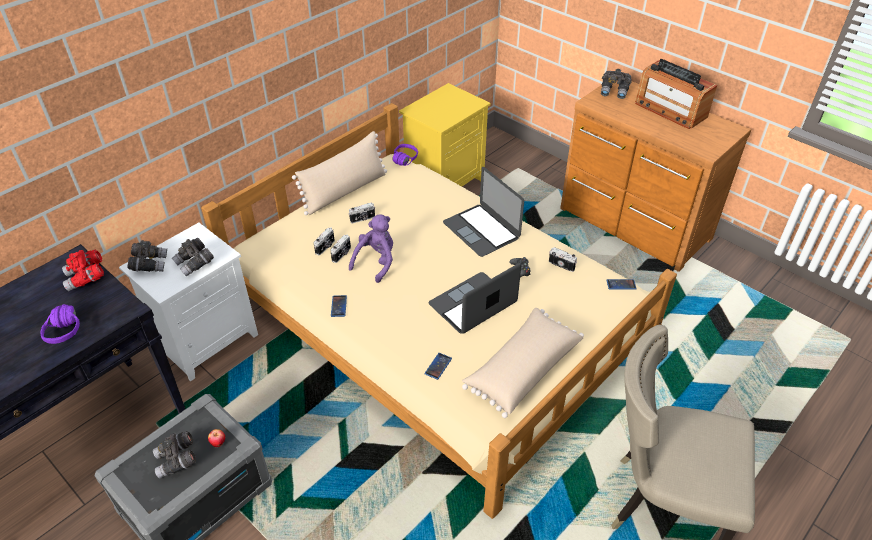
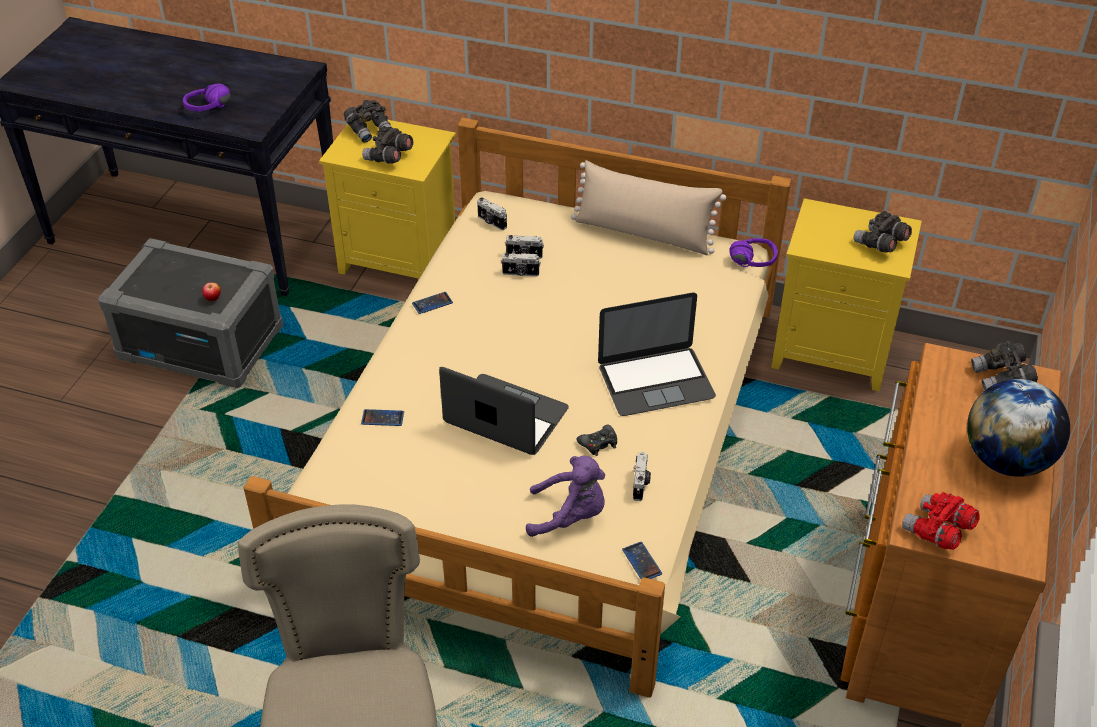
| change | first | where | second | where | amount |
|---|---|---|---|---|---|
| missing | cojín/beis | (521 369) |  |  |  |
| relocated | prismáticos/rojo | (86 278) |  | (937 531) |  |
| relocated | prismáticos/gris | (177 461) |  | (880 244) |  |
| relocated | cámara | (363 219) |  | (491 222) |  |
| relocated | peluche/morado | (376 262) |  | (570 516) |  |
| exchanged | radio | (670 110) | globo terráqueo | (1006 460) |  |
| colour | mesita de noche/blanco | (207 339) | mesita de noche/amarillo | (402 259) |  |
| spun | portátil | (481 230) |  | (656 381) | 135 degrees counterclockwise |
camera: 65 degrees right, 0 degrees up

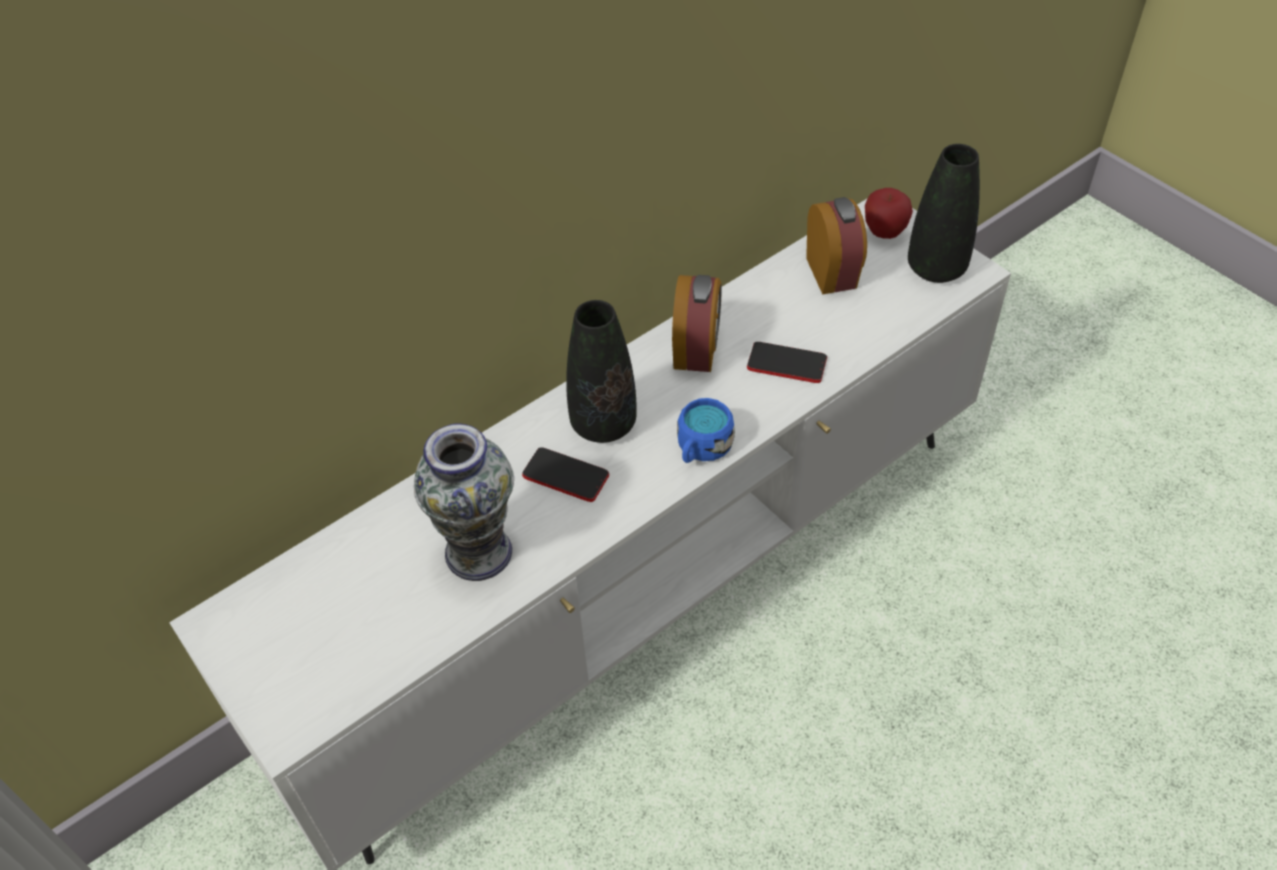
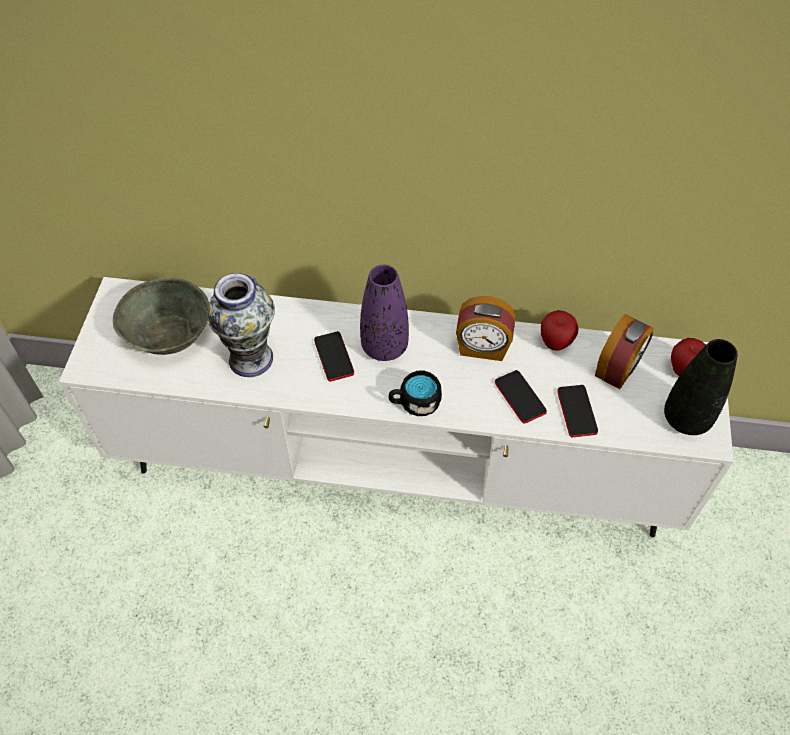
| change | first | where | second | where | amount |
|---|---|---|---|---|---|
| appeared |  |  | cuenco/gris | (168 336) |  |
| appeared |  |  | manzana | (555 343) |  |
| appeared |  |  | móvil | (577 411) |  |
| colour | florero/negro | (603 424) | florero/morado | (384 347) |  |
| colour | taza grande/azul | (701 449) | taza grande/negro | (414 402) |  |
| spun | despertador | (697 350) |  | (482 348) | 45 degrees clockwise |
camera: 45 degrees right, 5 degrees up

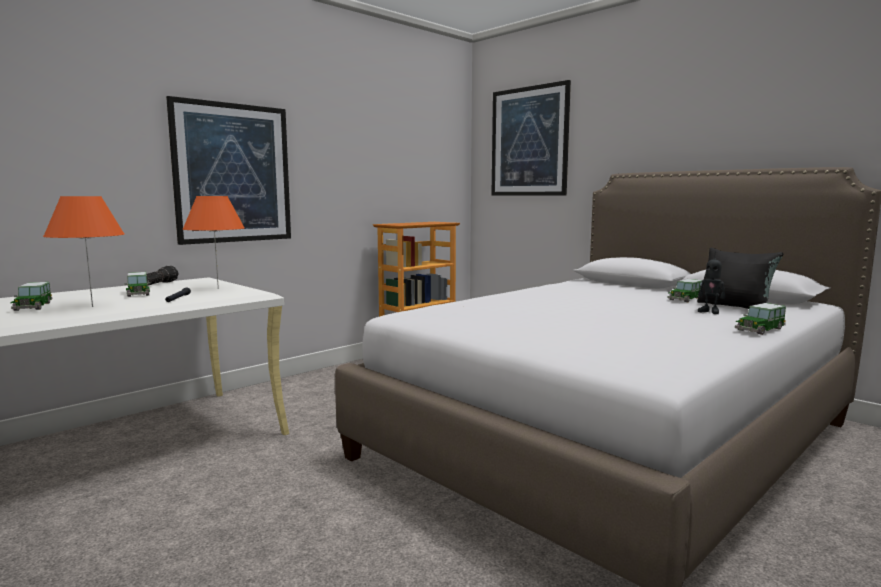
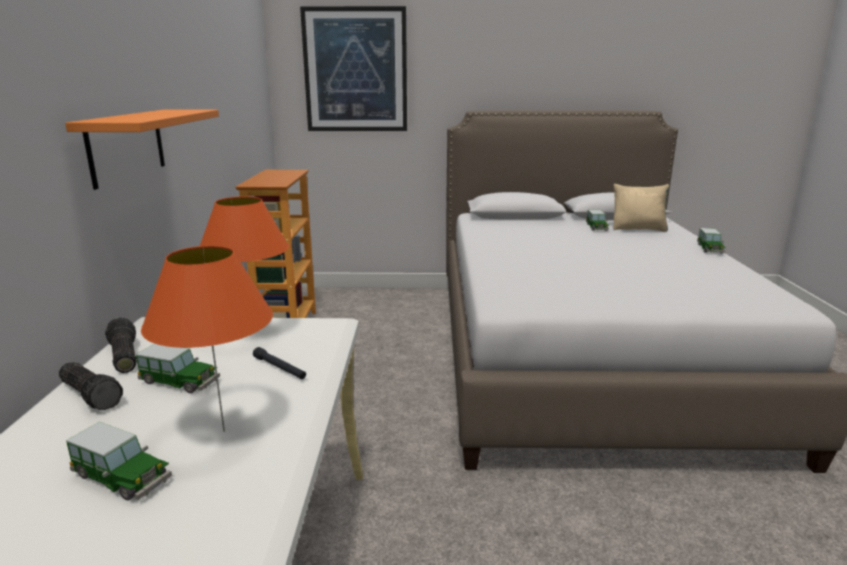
| change | first | where | second | where | amount |
|---|---|---|---|---|---|
| missing | robot de juguete | (710 312) |  |  |  |
| appeared |  |  | linterna | (92 395) |  |
| exchanged | cuadro | (233 173) | estante/naranja | (127 146) |  |
| colour | cojín/negro | (735 307) | cojín/beis | (638 229) |  |
camera: 45 degrees left, 10 degrees up

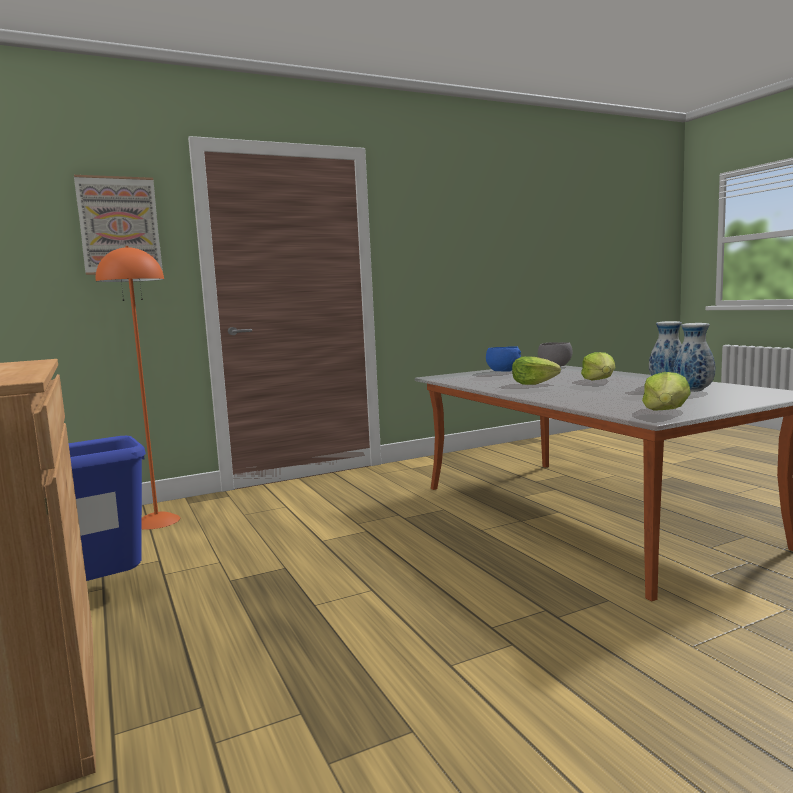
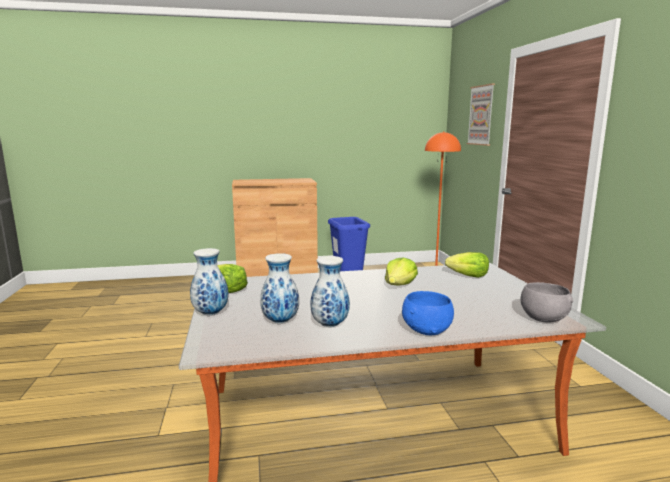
| change | first | where | second | where | amount |
|---|---|---|---|---|---|
| appeared |  |  | florero | (210 313) |  |
| relocated | cuenco/azul | (502 371) |  | (427 331) |  |
| relocated | lechuga | (599 380) |  | (468 276) |  |
camera: 105 degrees right, 5 degrees up

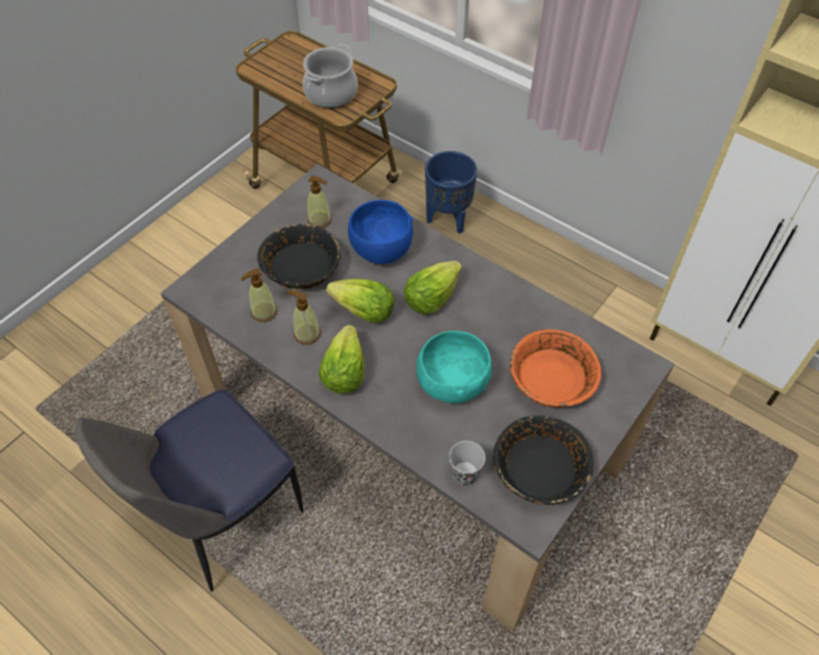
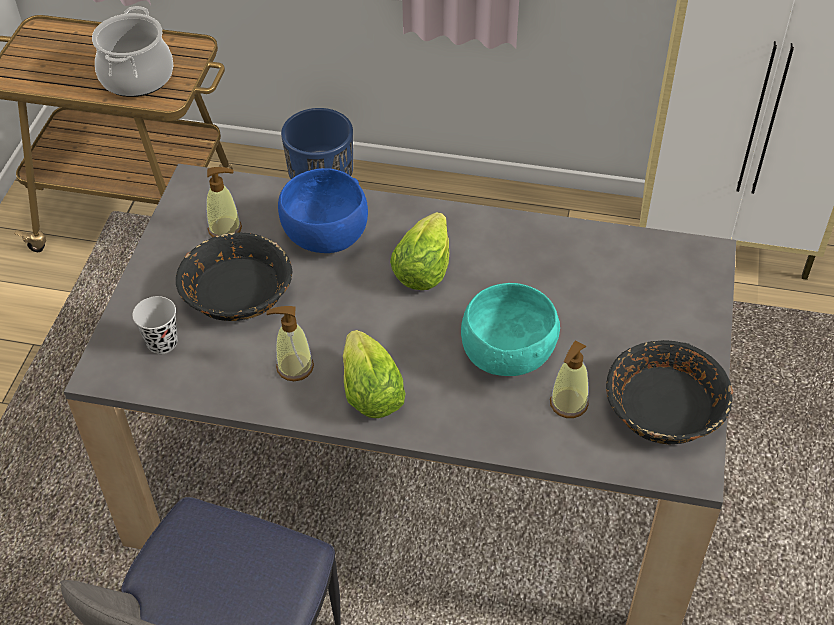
| change | first | where | second | where | amount |
|---|---|---|---|---|---|
| missing | lechuga | (364 312) |  |  |  |
| missing | cuenco/naranja | (551 379) |  |  |  |
| relocated | dispensador de jabón | (263 312) |  | (568 404) |  |
| relocated | taza/negro | (465 474) |  | (162 343) |  |
camera: 25 degrees left, 5 degrees down

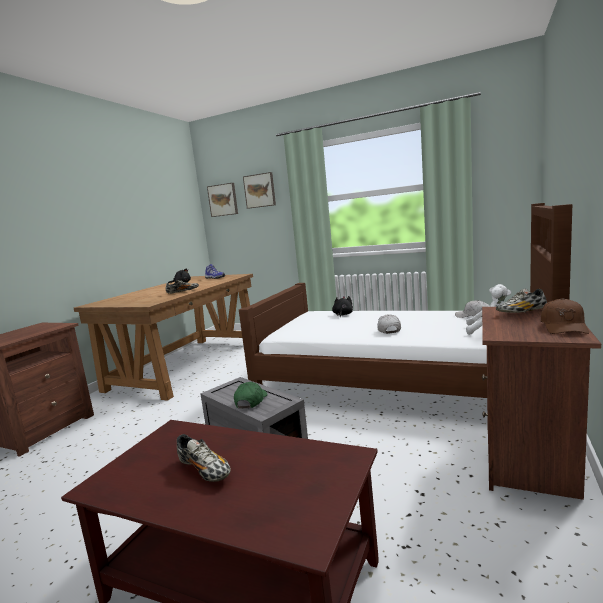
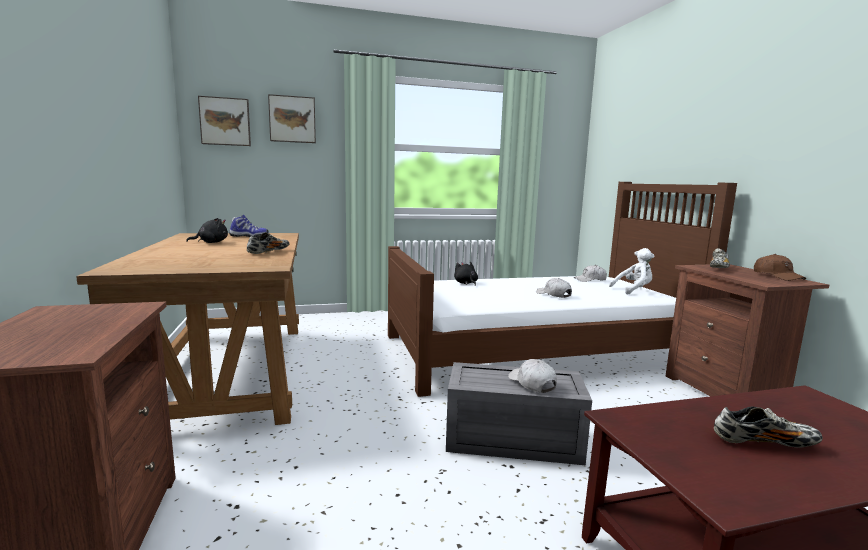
| change | first | where | second | where | amount |
|---|---|---|---|---|---|
| colour | gorra/verde | (251 401) | gorra/blanco | (532 383) |  |
camera: 40 degrees left, 0 degrees up

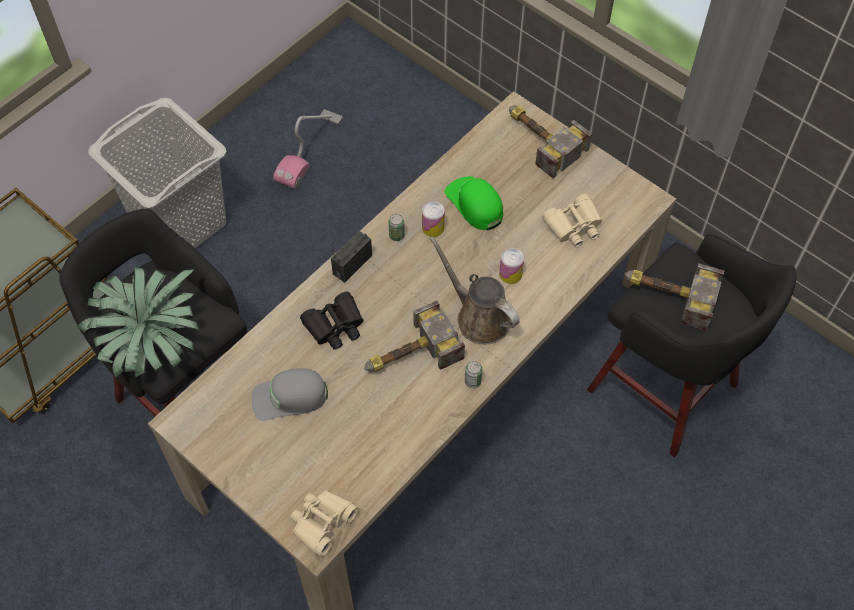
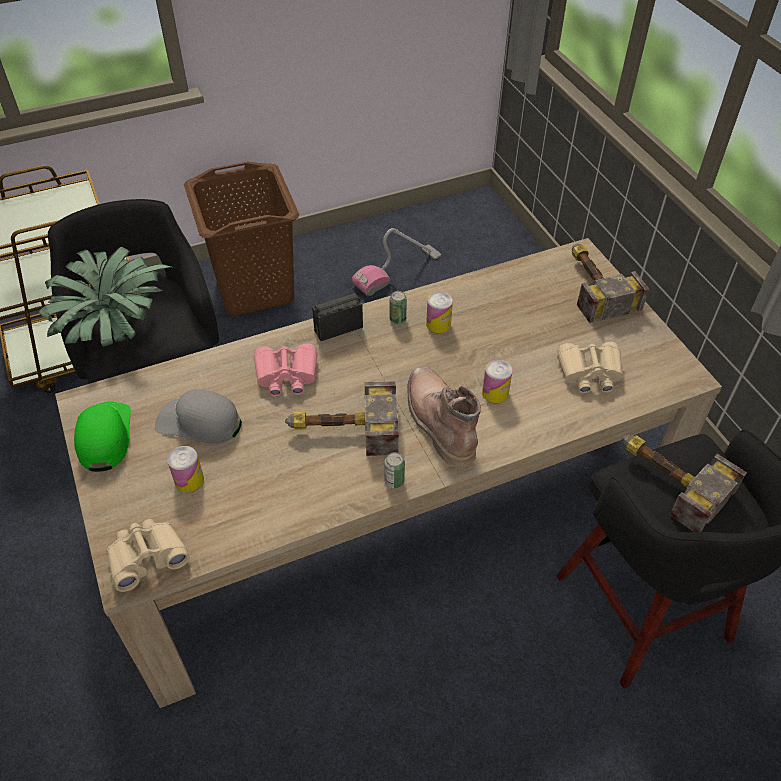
| change | first | where | second | where | amount |
|---|---|---|---|---|---|
| appeared |  |  | lata | (189 480) |  |
| relocated | gorra/verde | (475 204) |  | (104 437) |  |
| exchanged | regadera/marrón | (479 317) | bota/marrón | (438 421) |  |
| colour | cesto de la ropa/gris | (180 222) | cesto de la ropa/marrón | (255 288) |  |
| colour | prismáticos/negro | (335 326) | prismáticos/rosa | (286 375) |  |
camera: 25 degrees right, 10 degrees down

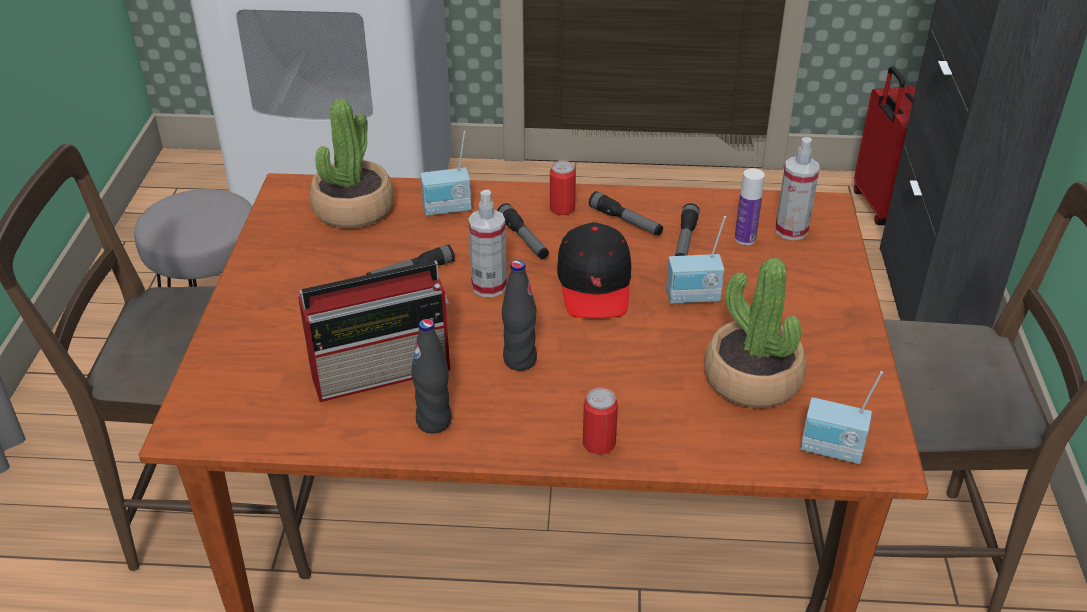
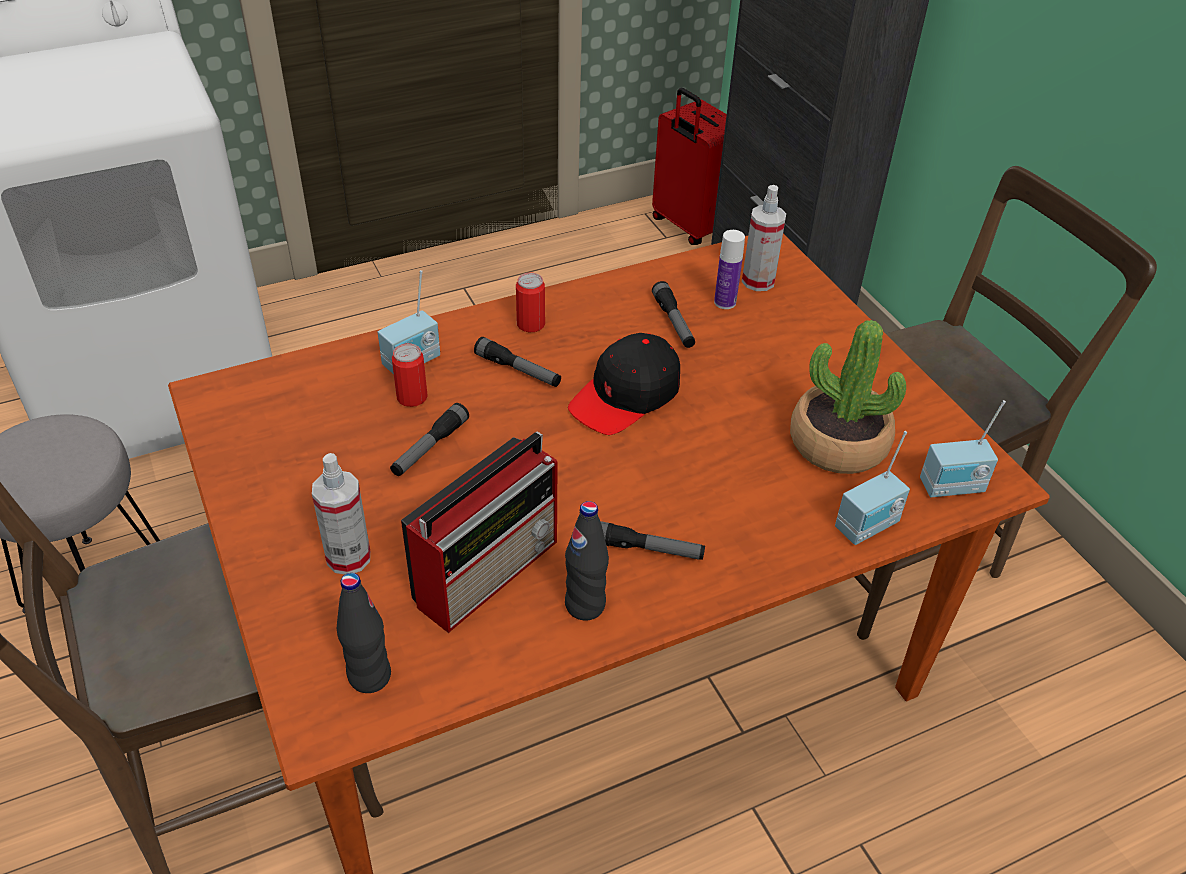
| change | first | where | second | where | amount |
|---|---|---|---|---|---|
| missing | planta en maceta | (353 209) |  |  |  |
| relocated | pulverizador | (489 286) |  | (348 557) |  |
| relocated | botella/negro | (519 360) |  | (369 676) |  |
| relocated | lata | (599 443) |  | (412 397) |  |
| relocated | linterna | (625 221) |  | (647 549) |  |
| relocated | radio | (693 298) |  | (868 527) |  |
| spun | gorra/negro | (595 284) |  | (626 396) | 75 degrees clockwise |
camera: 30 degrees left, 5 degrees up

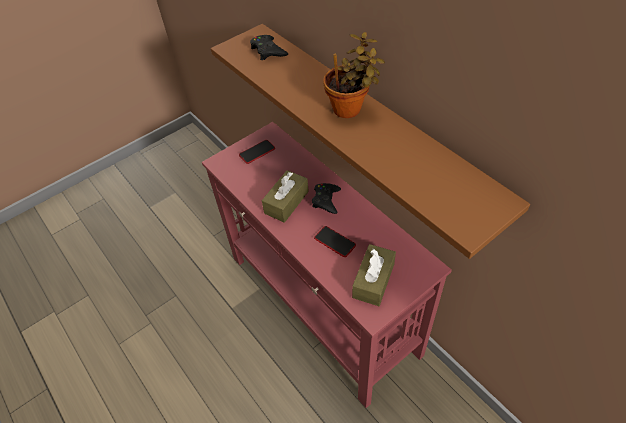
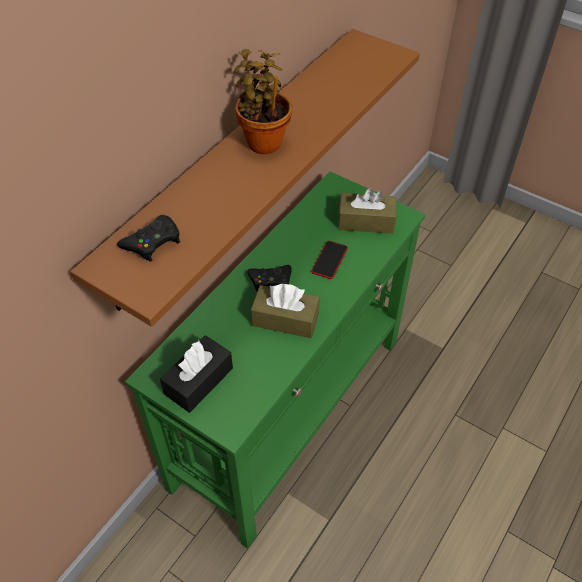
| change | first | where | second | where | amount |
|---|---|---|---|---|---|
| exchanged | móvil | (257 152) | caja de pañuelos/negro | (199 381) |  |
| colour | mesa consola/rojo | (321 305) | mesa consola/verde | (291 410) |  |
camera: 110 degrees left, 0 degrees up

